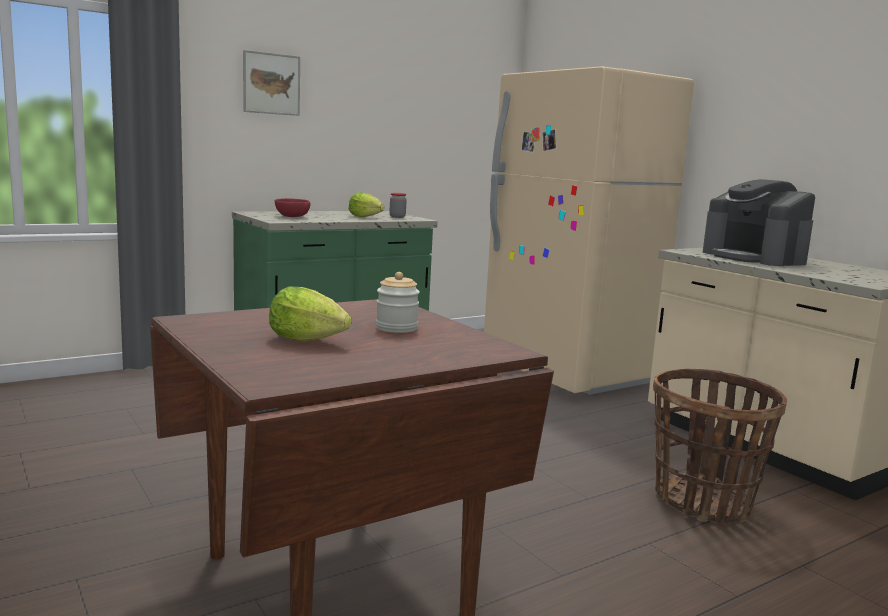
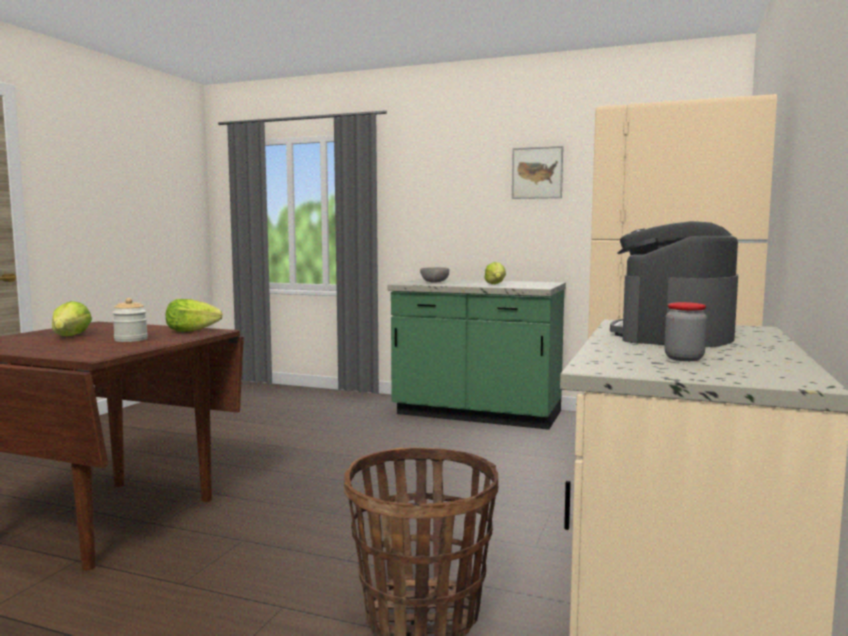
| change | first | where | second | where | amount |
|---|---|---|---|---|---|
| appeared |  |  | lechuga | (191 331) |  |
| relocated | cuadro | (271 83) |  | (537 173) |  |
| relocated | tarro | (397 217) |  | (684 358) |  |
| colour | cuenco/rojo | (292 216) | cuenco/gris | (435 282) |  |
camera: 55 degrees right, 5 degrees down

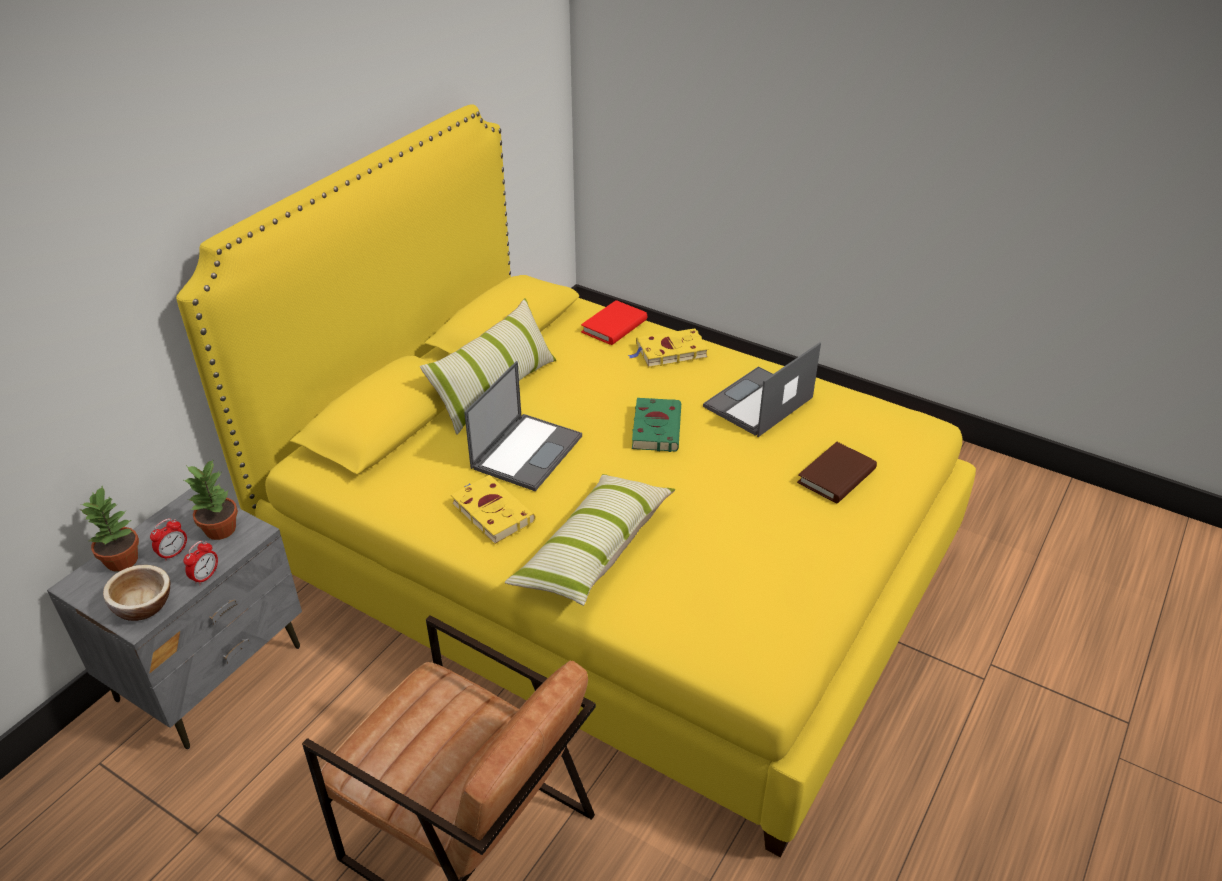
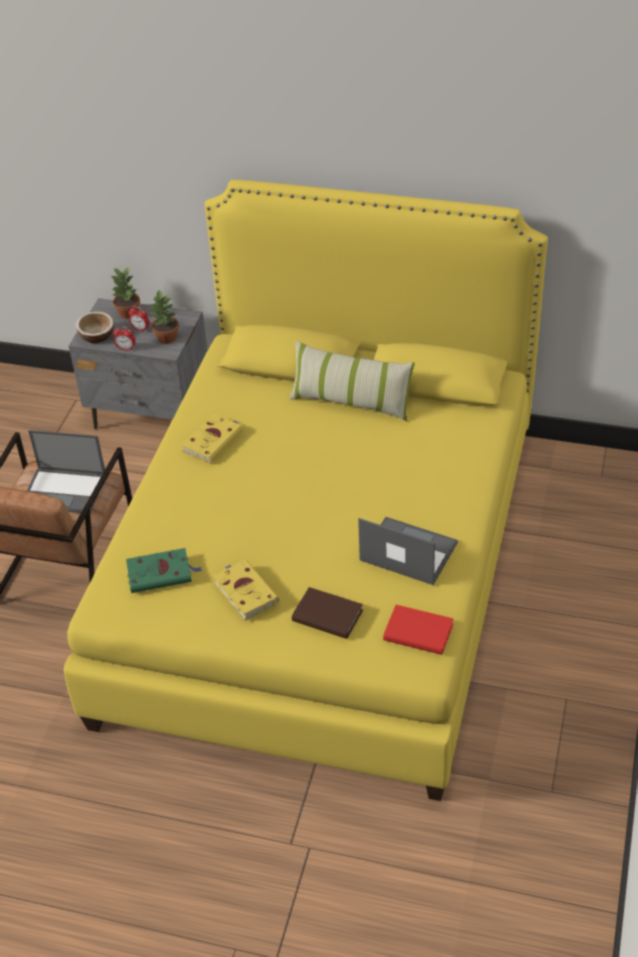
| change | first | where | second | where | amount |
|---|---|---|---|---|---|
| missing | cojín | (593 550) |  |  |  |
| relocated | portátil | (527 451) |  | (65 490) |  |
| relocated | libro/rojo | (614 326) |  | (418 633) |  |
| relocated | libro/amarillo | (669 352) |  | (244 592) |  |
| relocated | libro/verde | (656 427) |  | (161 573) |  |
camera: 75 degrees right, 5 degrees up

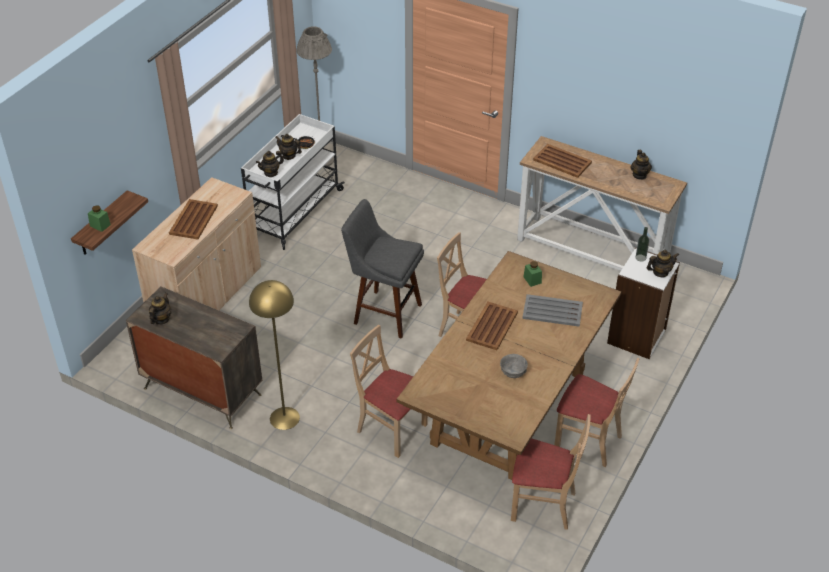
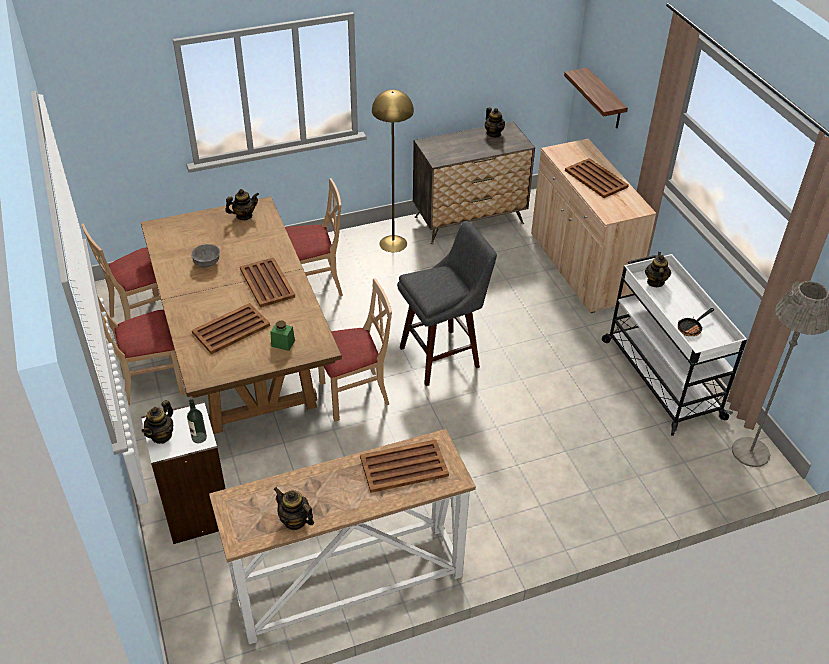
| change | first | where | second | where | amount |
|---|---|---|---|---|---|
| missing | tarro/verde | (100 225) |  |  |  |
| relocated | tetera | (289 156) |  | (244 216) |  |
| colour | bandeja/gris | (553 311) | bandeja/marrón | (230 329) |  |
camera: 130 degrees right, 0 degrees up

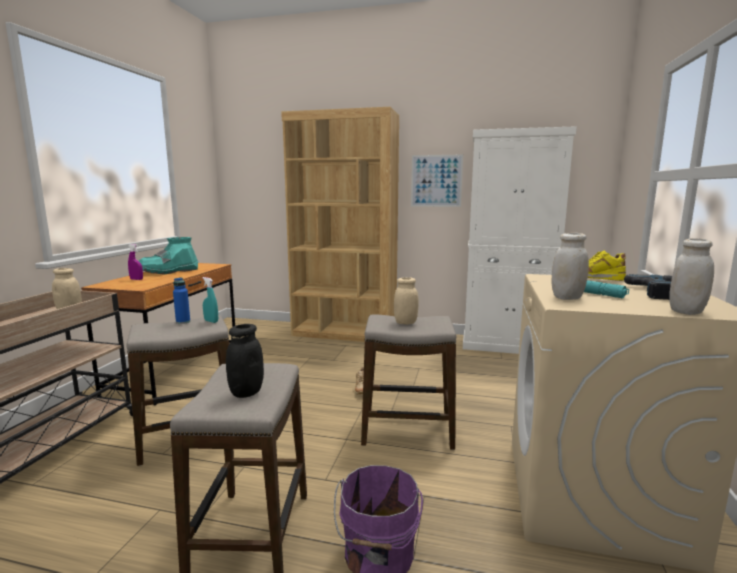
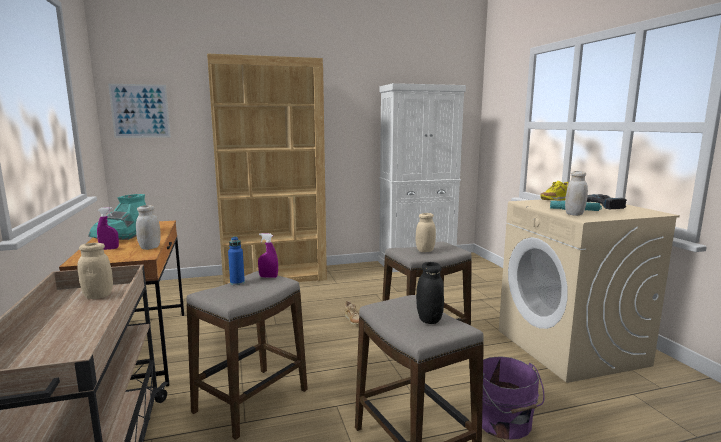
| change | first | where | second | where | amount |
|---|---|---|---|---|---|
| relocated | cuadro | (436 181) |  | (140 111) |  |
| relocated | tarro/blanco | (686 312) |  | (150 247) |  |
| colour | pulverizador/turquesa | (211 321) | pulverizador/morado | (268 277) |  |
camera: 30 degrees left, 0 degrees up

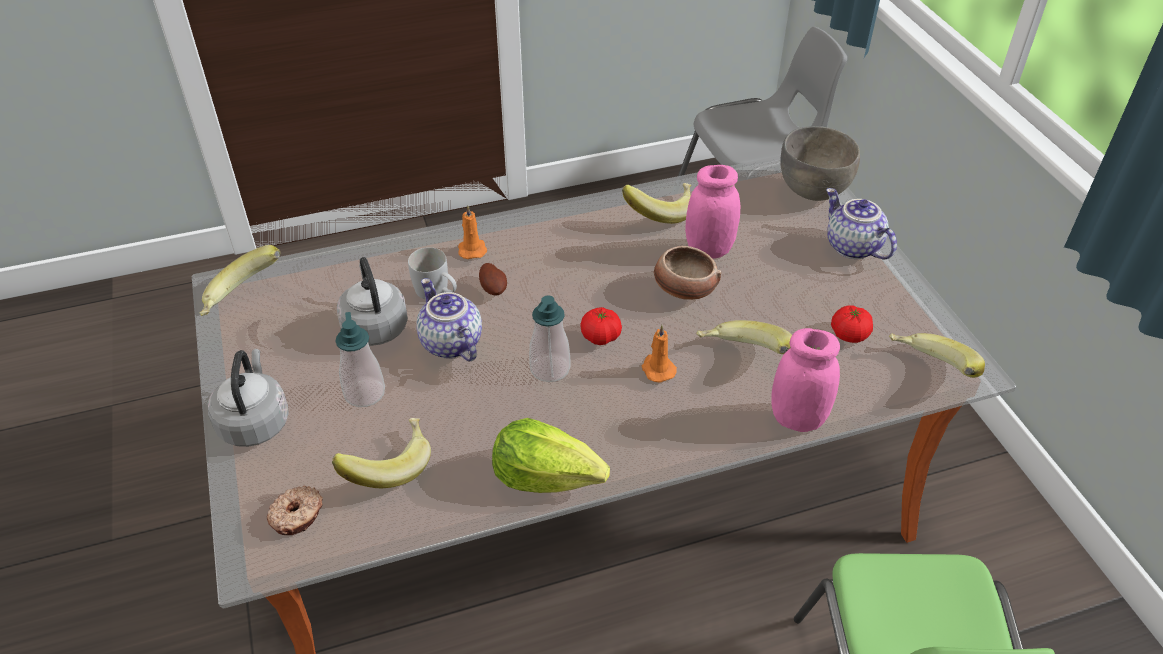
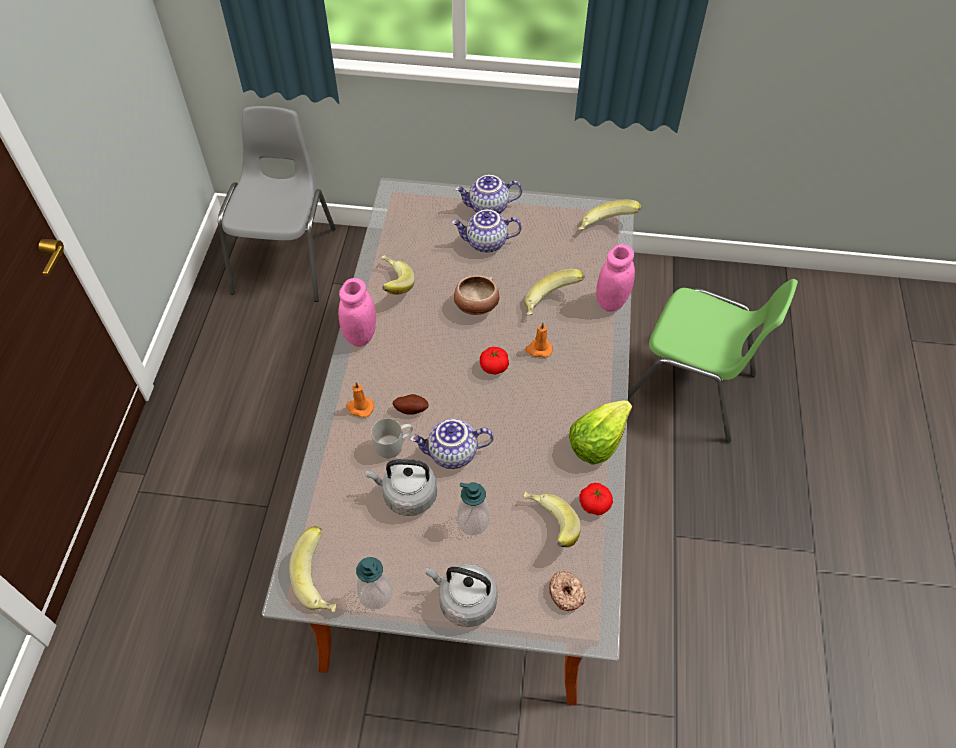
| change | first | where | second | where | amount |
|---|---|---|---|---|---|
| missing | cuenco/gris | (813 191) |  |  |  |
| appeared |  |  | tetera | (486 243) |  |
| relocated | dispensador de jabón | (550 369) |  | (375 594) |  |
| relocated | tarro/rosa | (709 250) |  | (361 335) |  |
| relocated | tomate | (849 334) |  | (594 504) |  |
camera: 65 degrees left, 10 degrees up

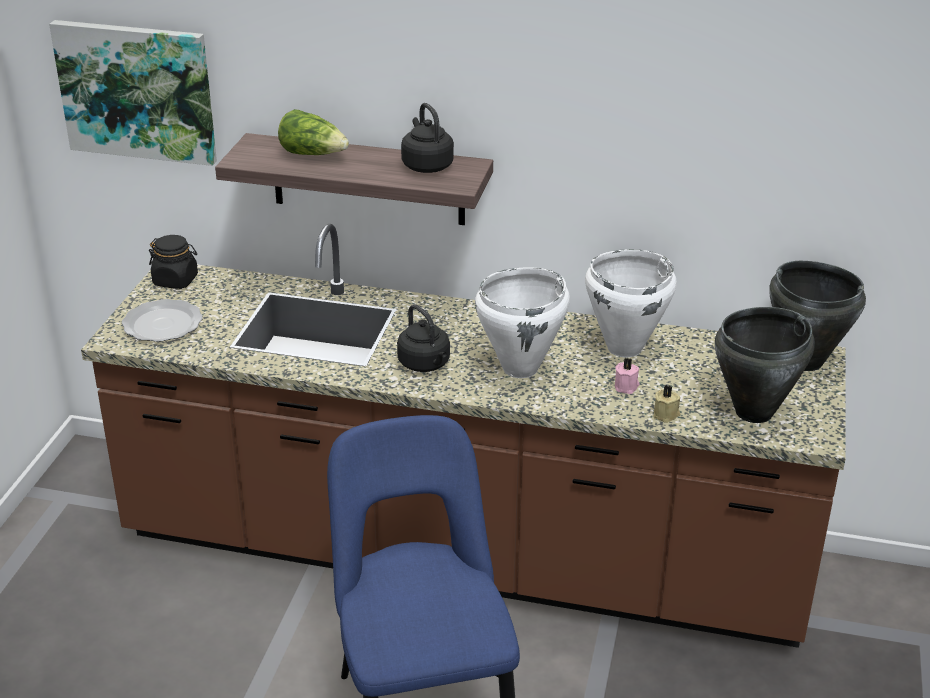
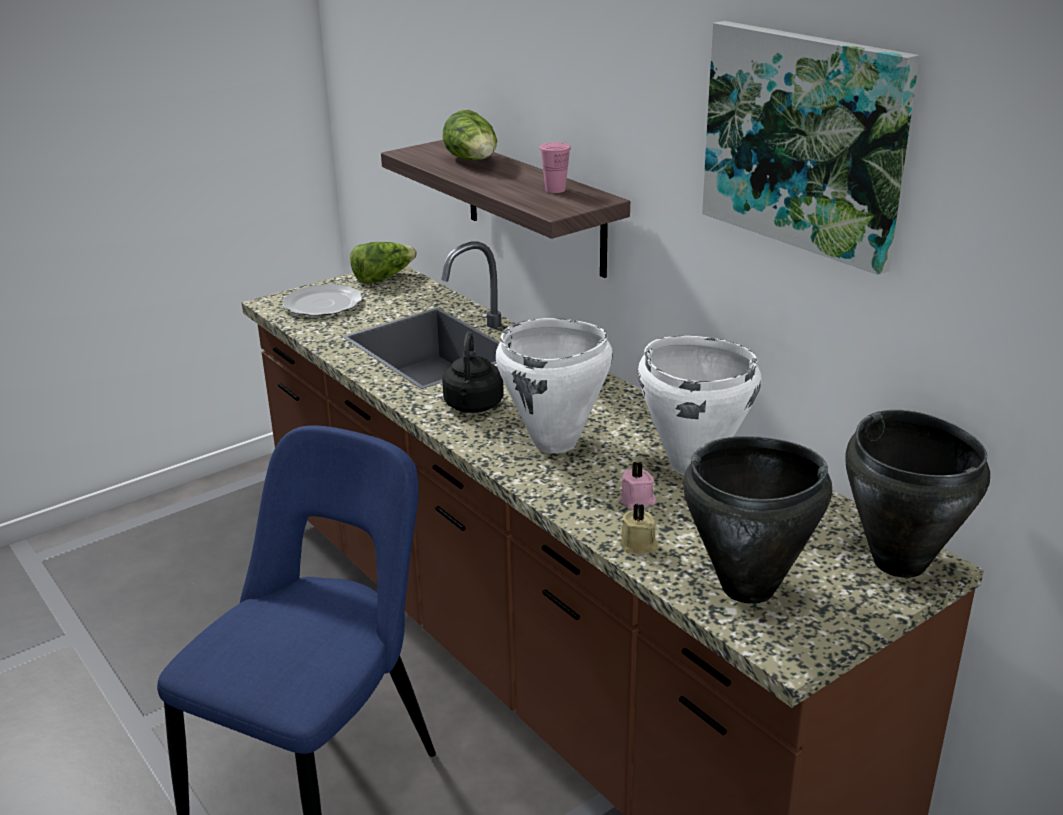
| change | first | where | second | where | amount |
|---|---|---|---|---|---|
| relocated | cuadro | (137 91) |  | (805 141) |  |
| exchanged | tarro/negro | (176 280) | lechuga | (383 278) |  |
| exchanged | hervidor/negro | (426 165) | taza/rosa | (555 190) |  |
camera: 40 degrees right, 5 degrees down

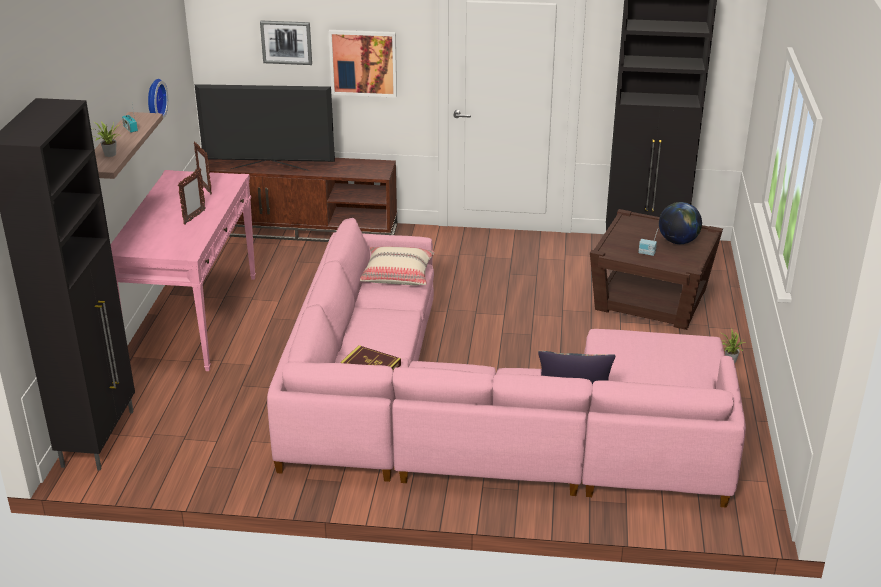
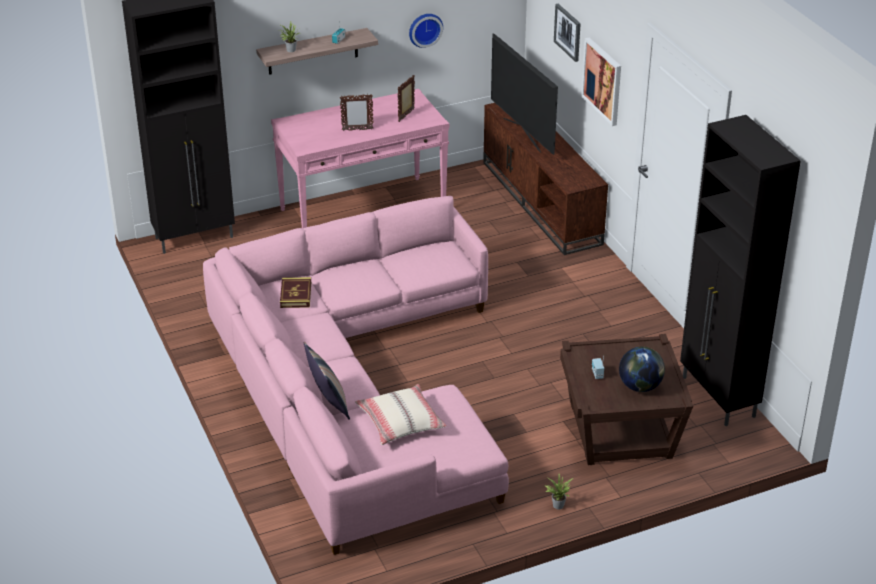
| change | first | where | second | where | amount |
|---|---|---|---|---|---|
| relocated | cojín/beis | (397 274) |  | (400 422) |  |
camera: 60 degrees right, 5 degrees up

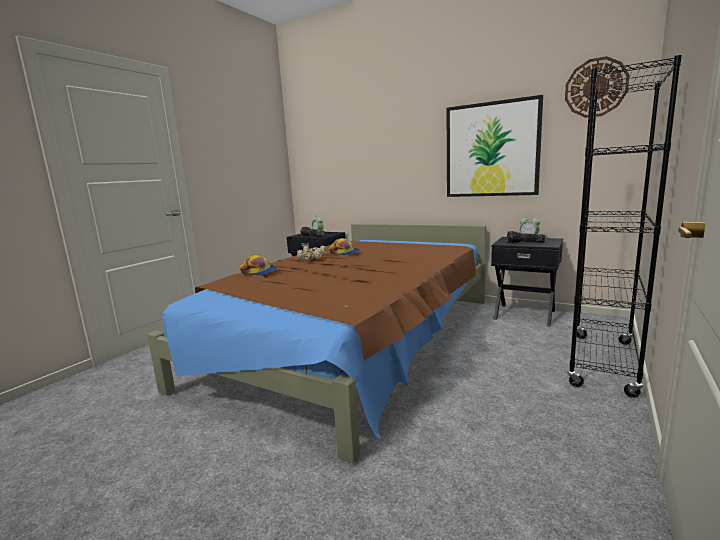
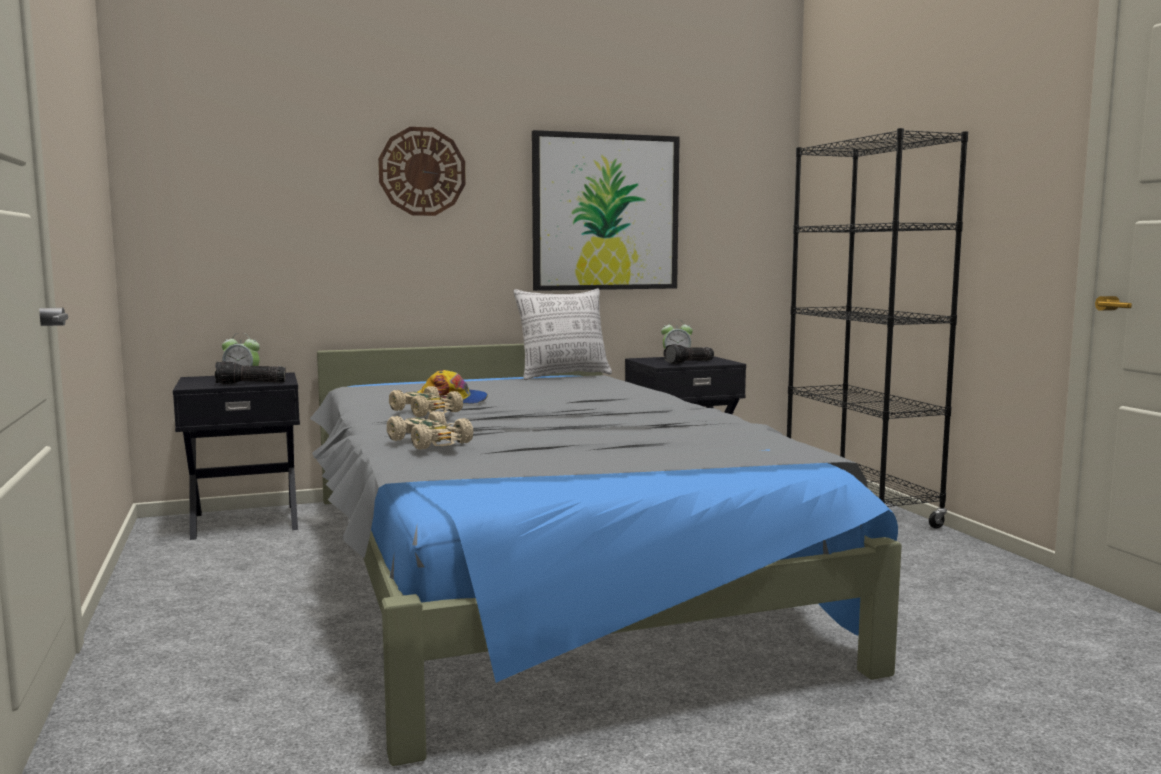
| change | first | where | second | where | amount |
|---|---|---|---|---|---|
| appeared |  |  | cojín | (563 376) |  |
| relocated | reloj de pared | (595 88) |  | (422 171) |  |
| exchanged | gorra | (259 272) | coche de juguete/beis | (431 442) |  |
| colour | cama/marrón | (354 340) | cama/gris | (538 569) |  |
camera: 50 degrees left, 5 degrees down

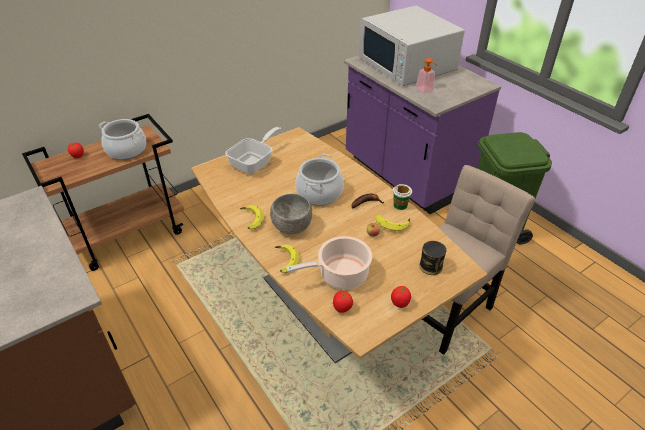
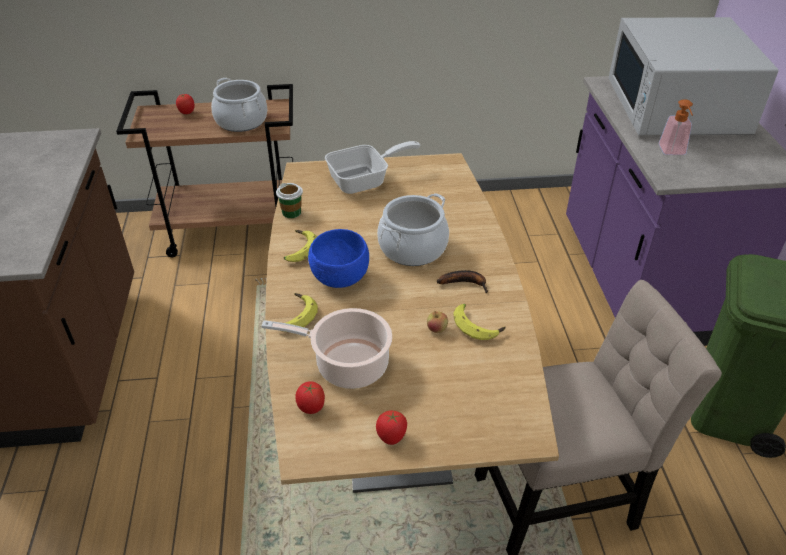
| change | first | where | second | where | amount |
|---|---|---|---|---|---|
| missing | lata | (430 266) |  |  |  |
| relocated | taza | (400 205) |  | (291 212) |  |
| colour | cuenco/gris | (291 227) | cuenco/azul | (339 278) |  |
camera: 30 degrees right, 0 degrees up

